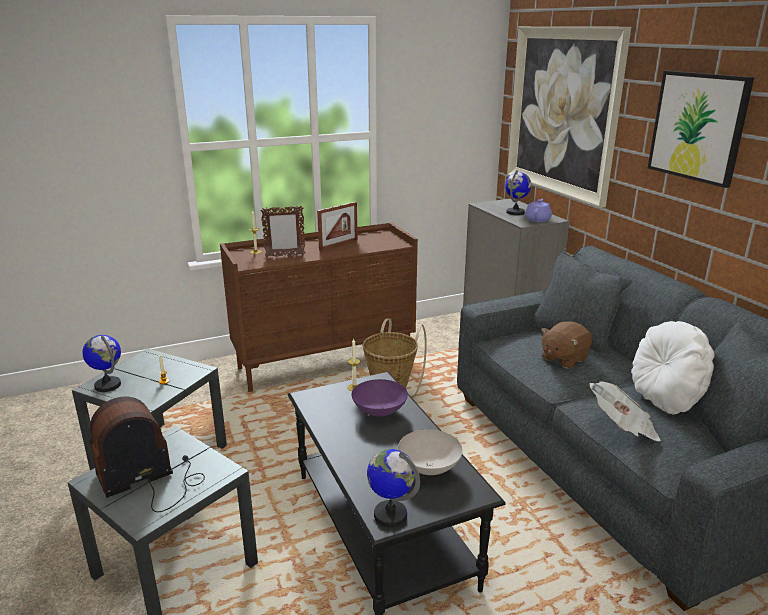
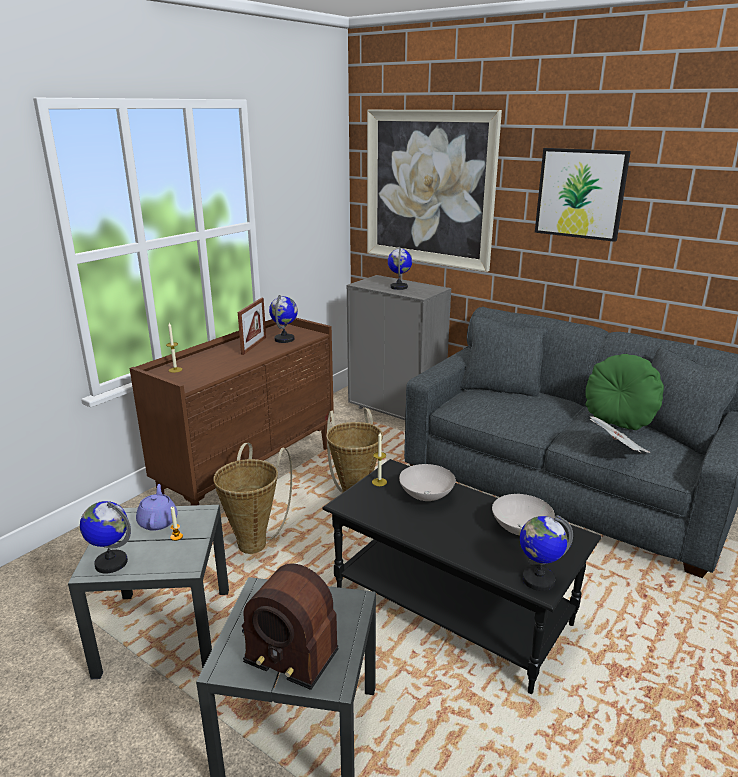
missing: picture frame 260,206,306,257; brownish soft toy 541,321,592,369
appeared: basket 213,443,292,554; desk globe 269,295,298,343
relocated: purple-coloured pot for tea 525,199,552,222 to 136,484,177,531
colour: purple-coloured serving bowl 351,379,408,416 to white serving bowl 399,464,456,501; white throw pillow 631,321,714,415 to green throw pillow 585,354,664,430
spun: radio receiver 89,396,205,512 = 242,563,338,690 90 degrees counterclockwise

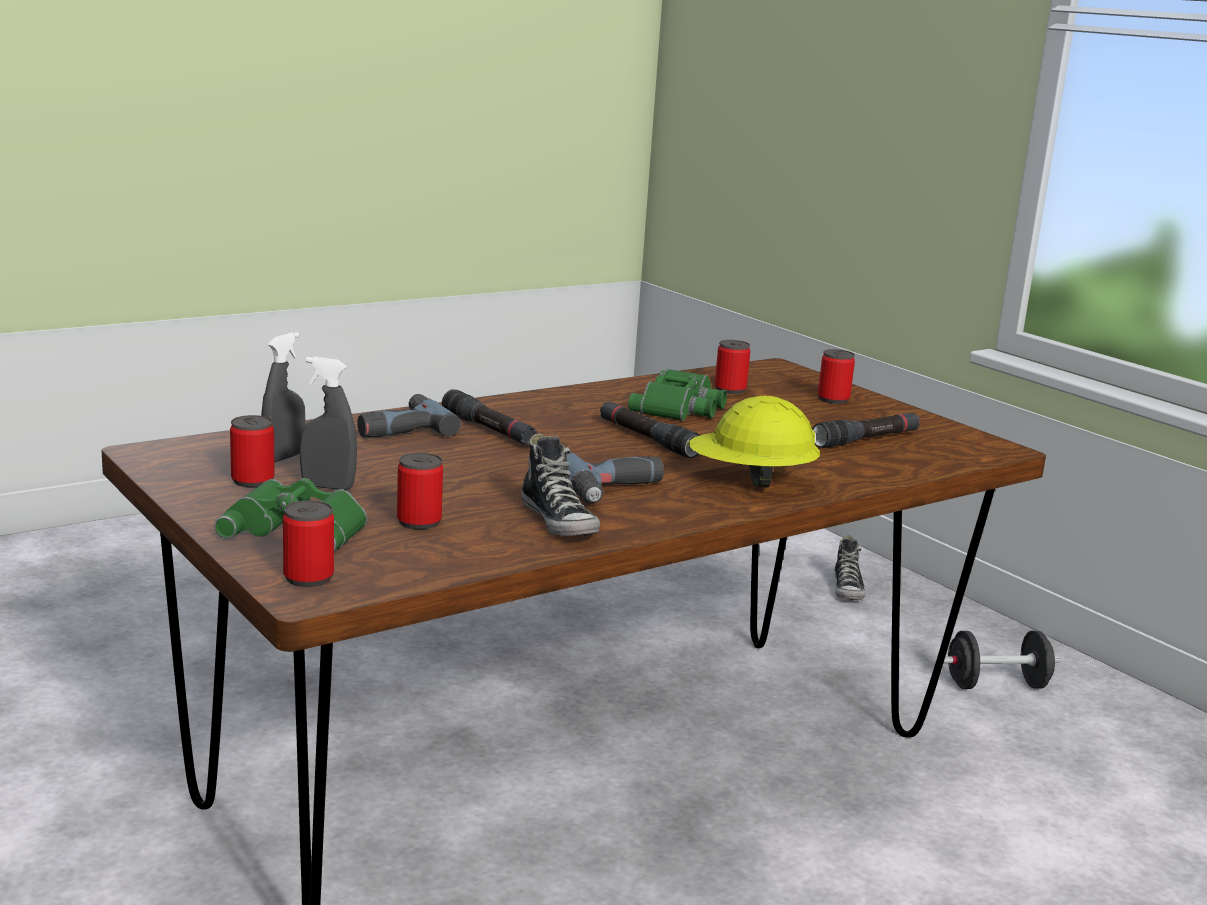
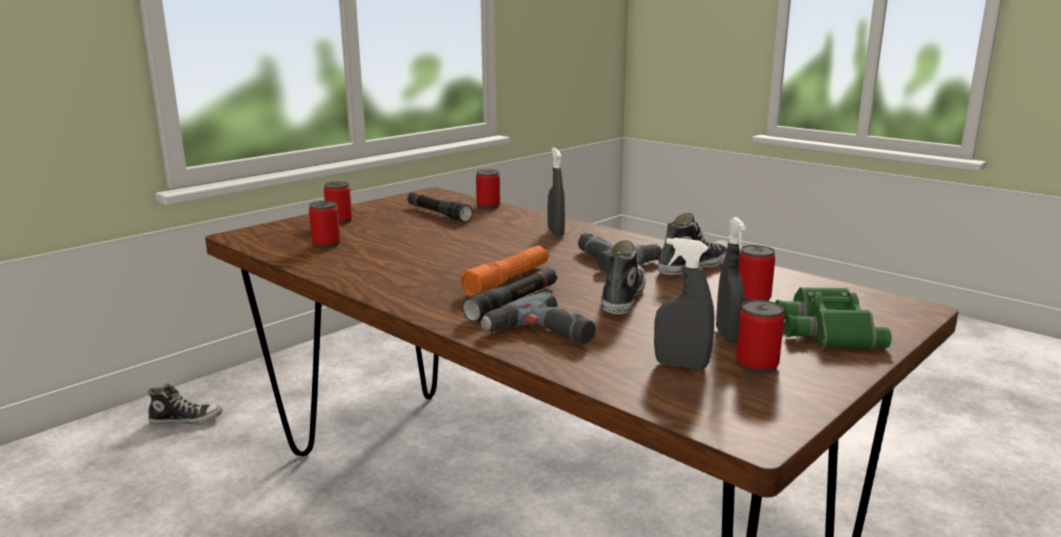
missing: black flashlight 600,402,700,458; green field glasses 628,369,727,421; black hand weight 944,631,1060,689
appeared: orange flashlight 460,246,549,296; shoe 602,240,646,314
relocated: metal can 283,500,334,587 to 476,170,500,209
exchanged: yellow work helmet 689,396,820,488 to grey spray bottle 548,148,565,237

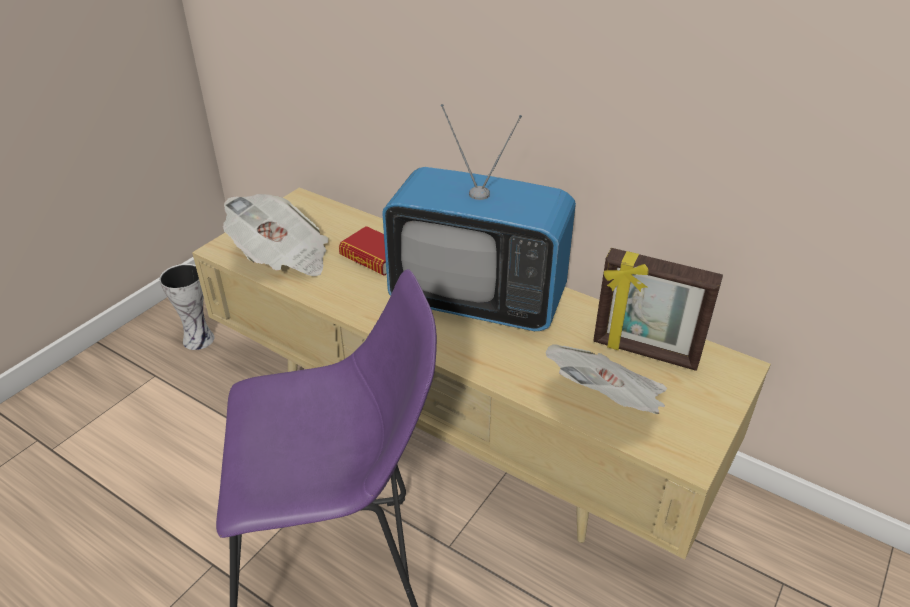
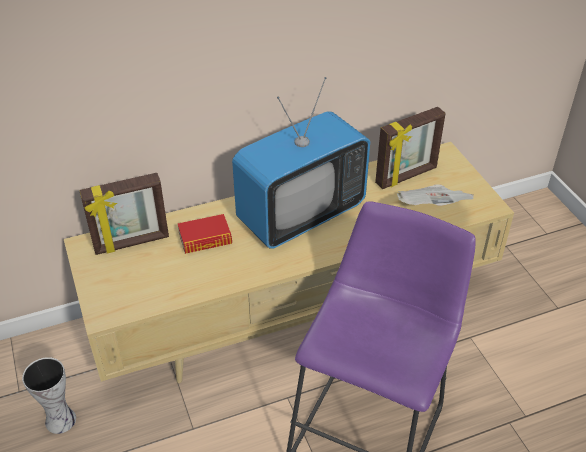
missing: printed paper 223,194,328,276
appeared: picture frame 79,173,169,255

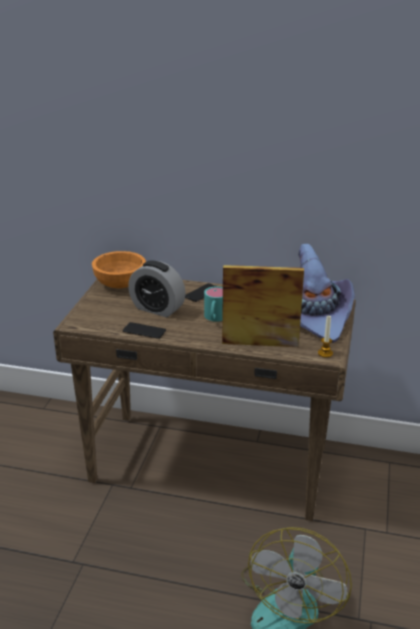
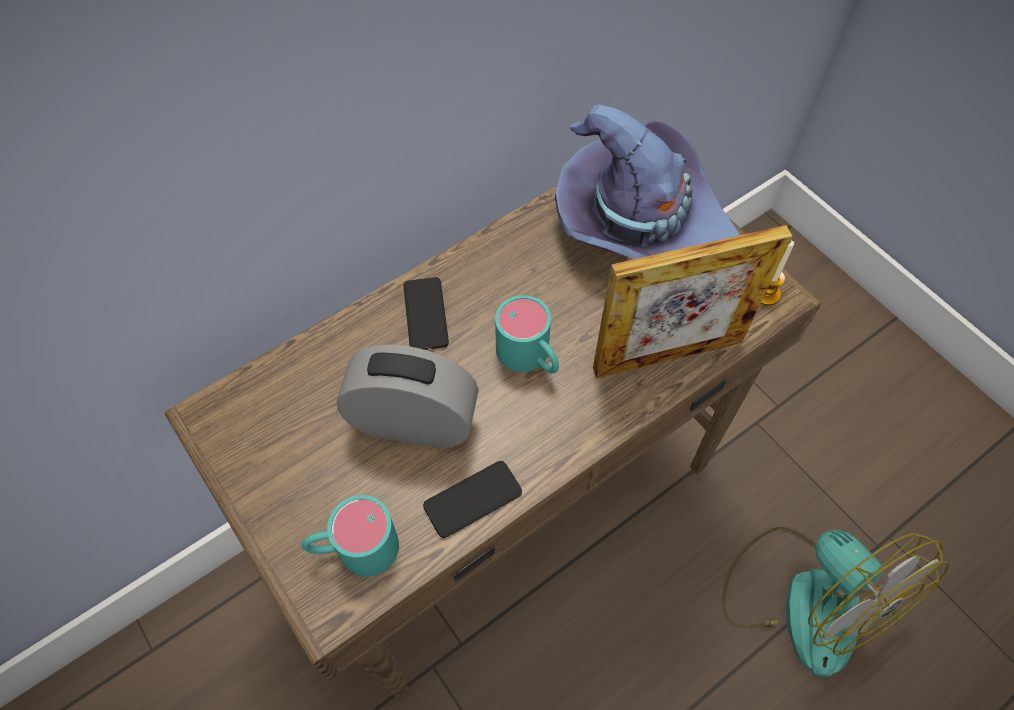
missing: orange serving bowl 92,251,146,288
appeared: blue-green tea mug 302,495,399,577
spun: alarm clock 128,261,186,317 = 337,344,479,448 150 degrees counterclockwise; picture frame 222,265,304,347 = 593,225,792,378 150 degrees counterclockwise

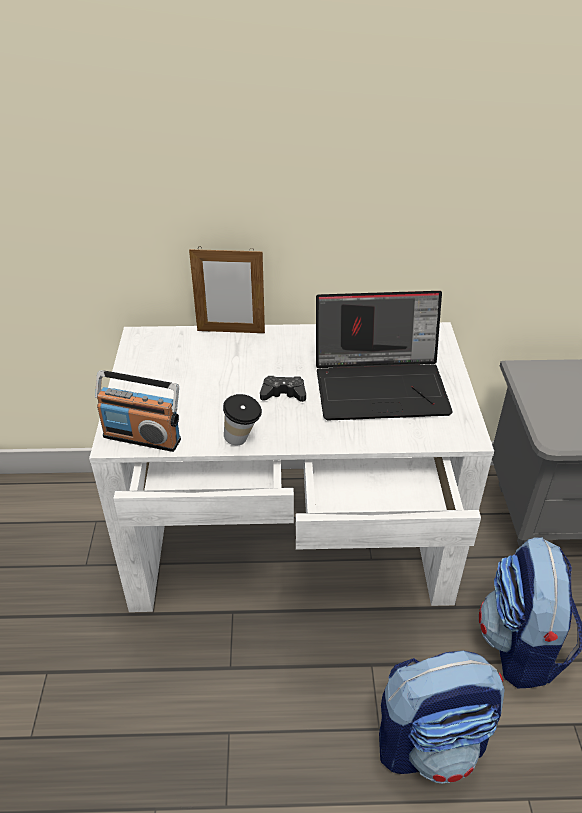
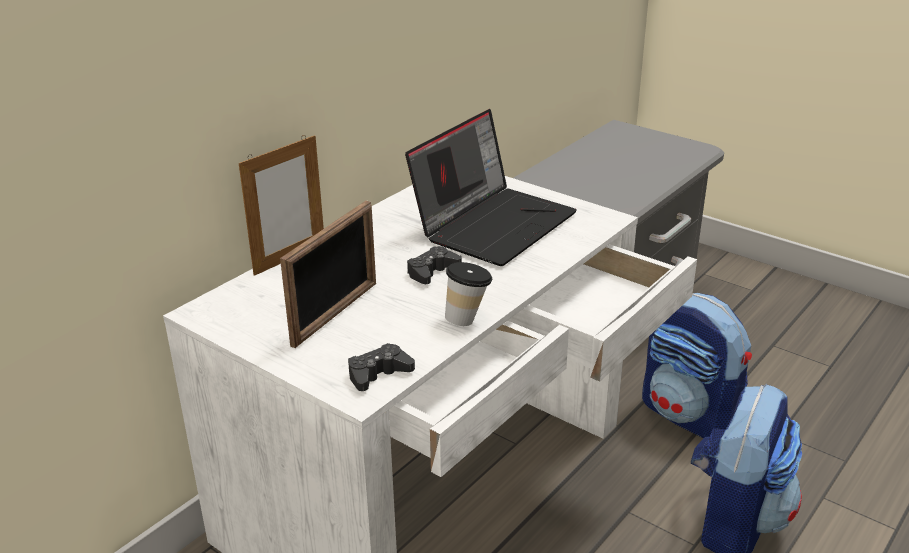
appeared: picture frame 280,200,376,348
exchanged: radio receiver 95,370,181,452 to black joypad 348,343,415,391

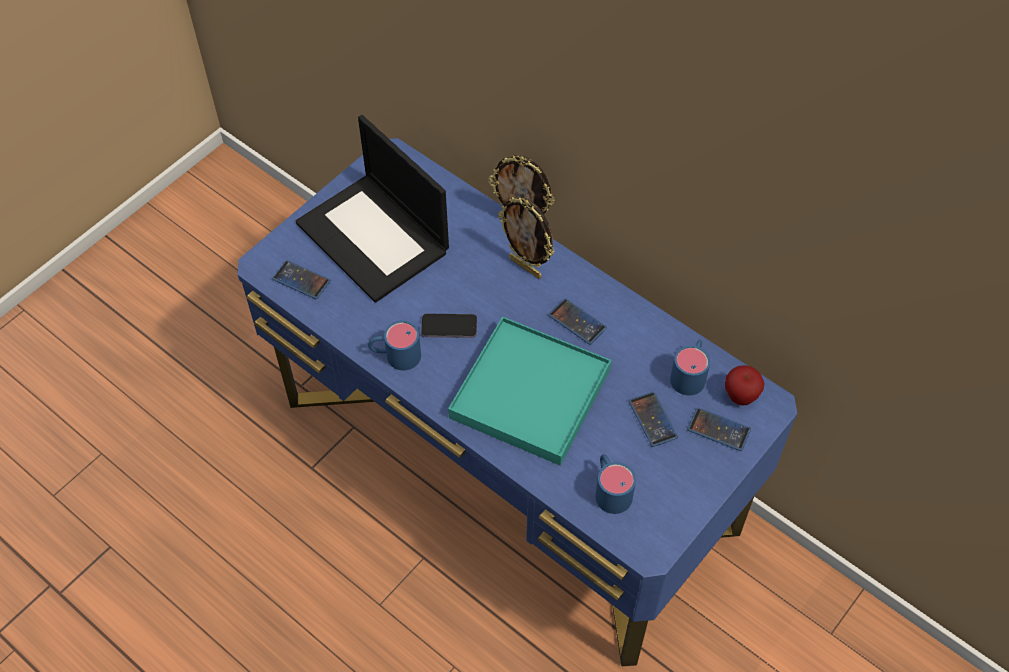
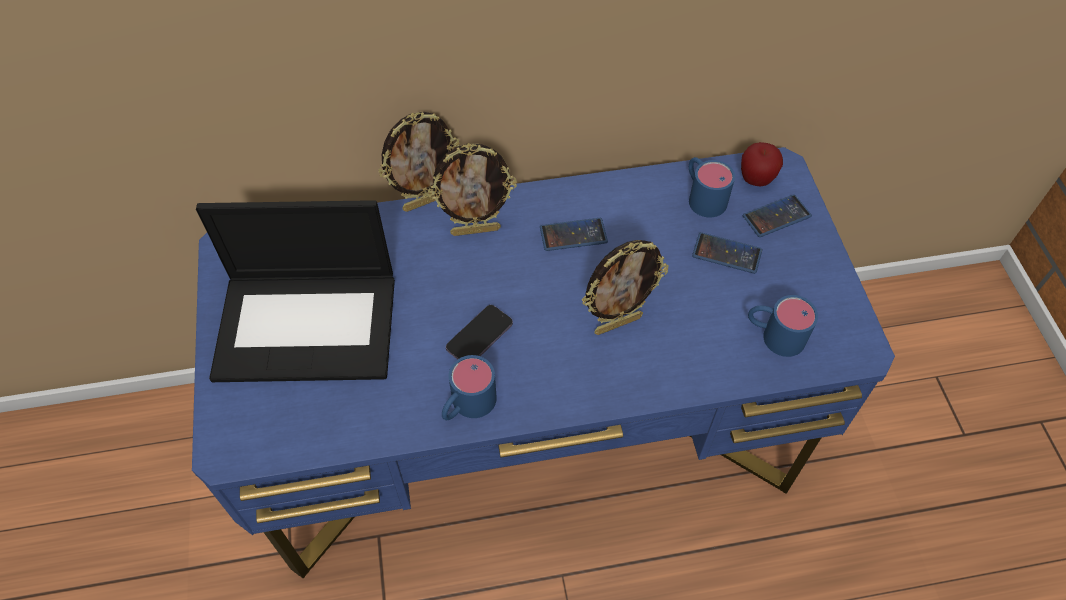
missing: phone 272,260,331,299
exchanged: blue-green carrying tray 448,317,611,466 to picture frame 582,240,669,335

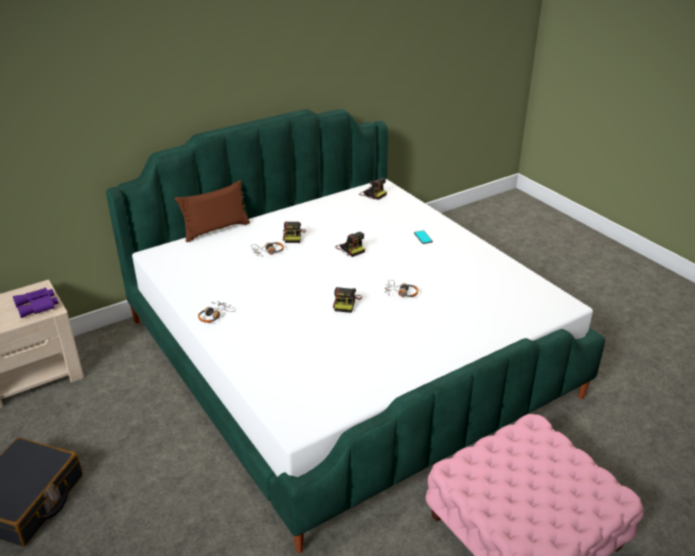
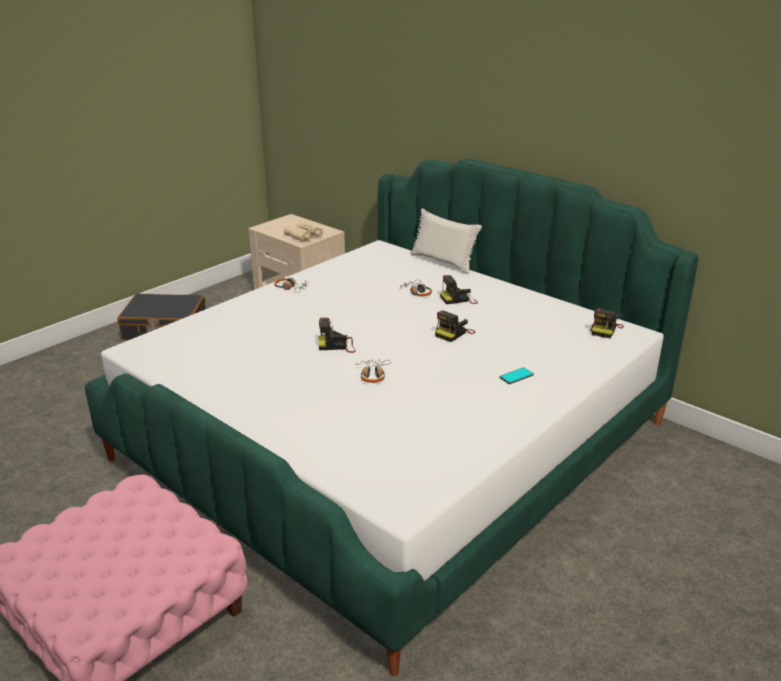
colour: purple-coloured field glasses 13,288,59,318 to sand-coloured field glasses 284,221,323,242; brownish throw pillow 175,180,250,242 to white throw pillow 410,208,482,274

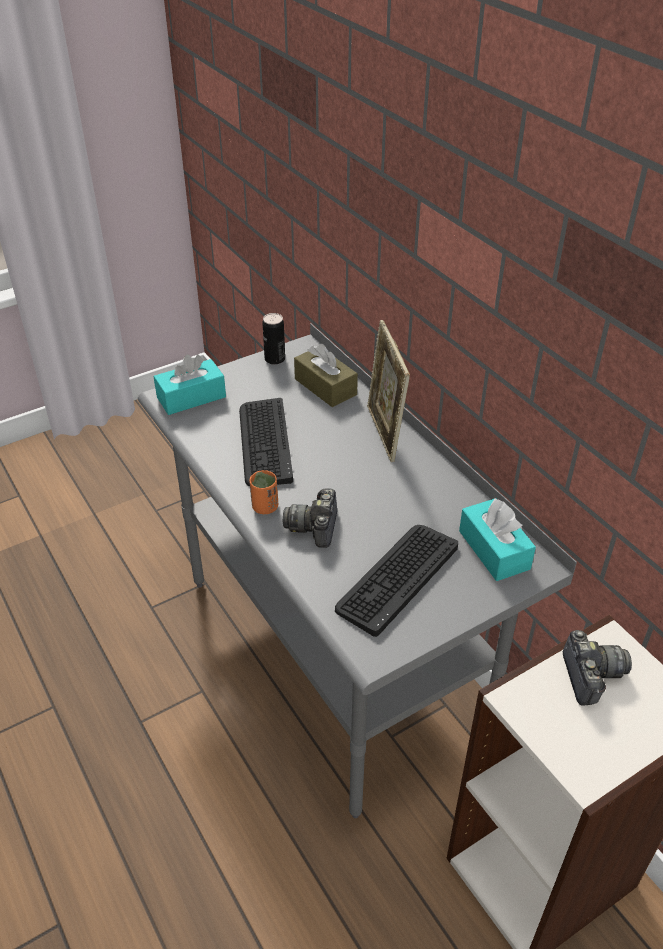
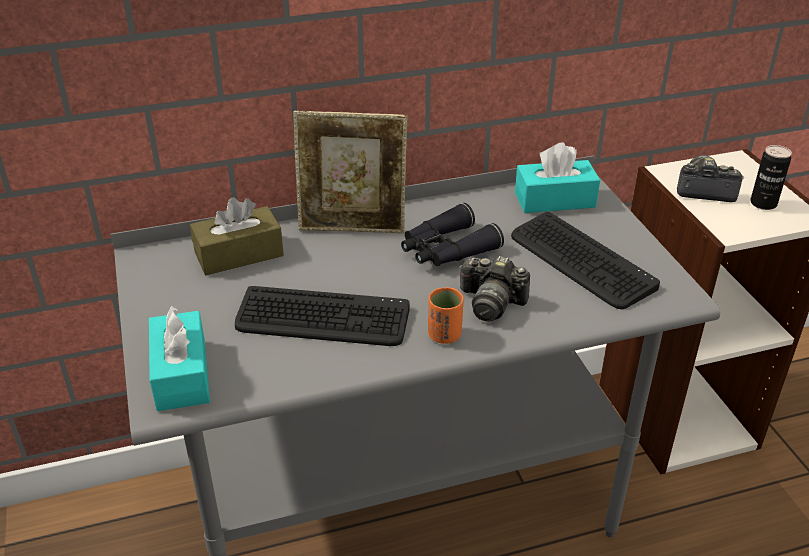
appeared: black field glasses 401,203,504,266
relocated: metal can 262,313,285,365 to 750,145,792,210

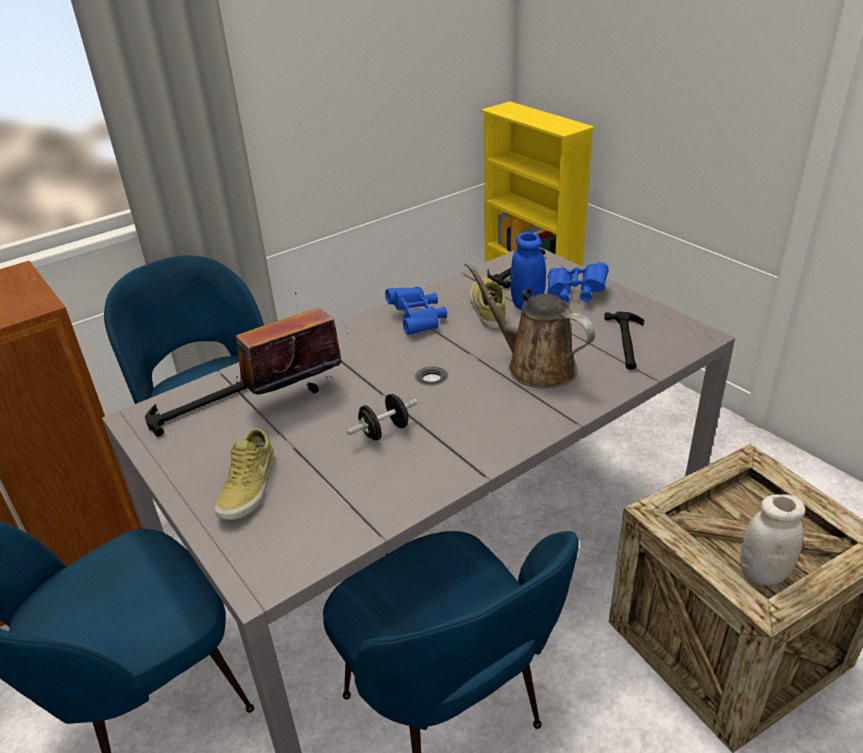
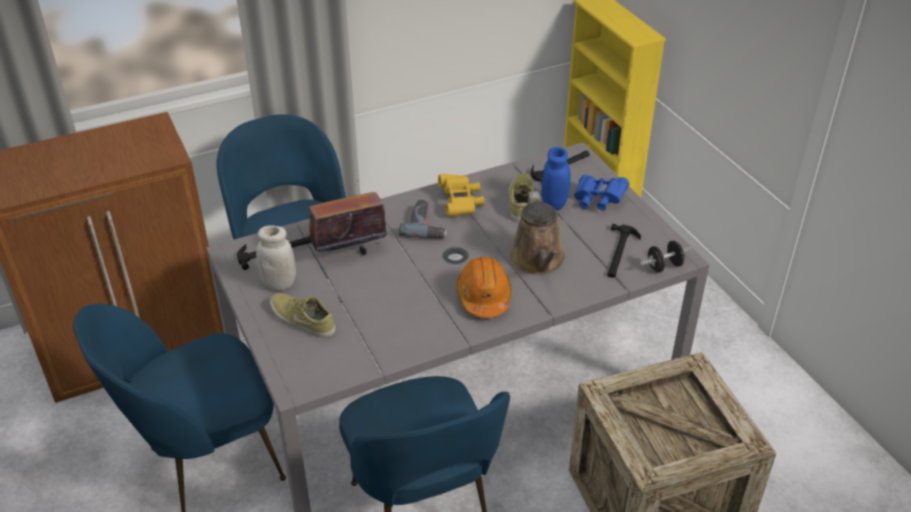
appeared: drill 399,200,448,239; orange work helmet 457,256,512,318
relocated: black hand weight 347,394,418,441 to 640,241,692,272; white storage jar 740,494,806,585 to 256,225,296,290
colour: blue-coloured field glasses 385,287,447,335 to yellow field glasses 438,174,484,216
spun: sand-coloured shoe 215,428,274,520 = 270,293,336,338 105 degrees clockwise; brownish watering can 464,262,595,388 = 510,191,564,275 150 degrees counterclockwise

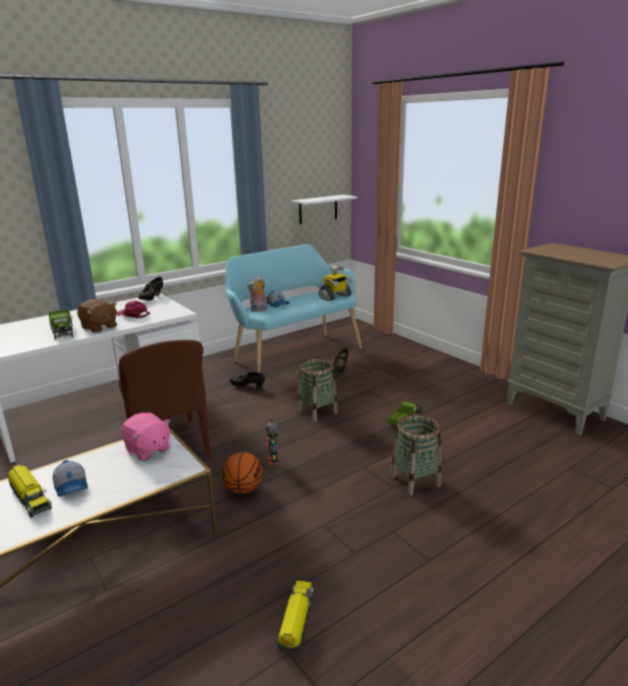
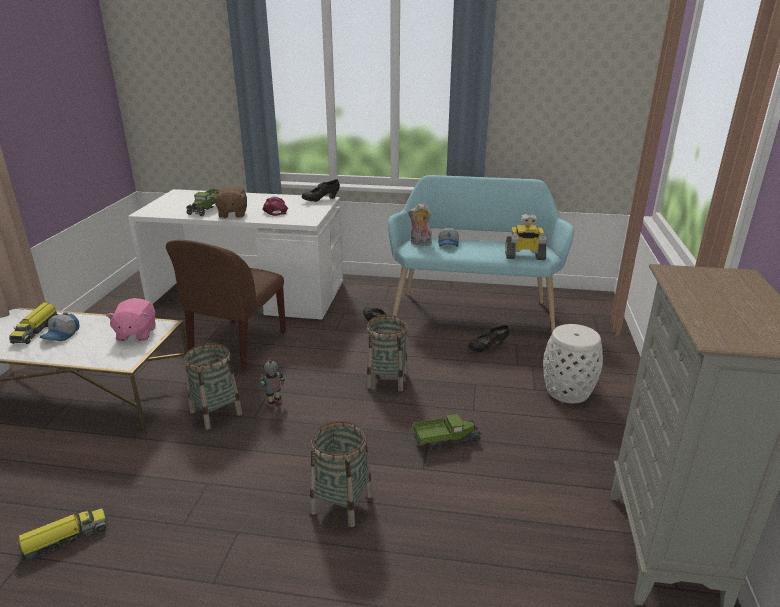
missing: white shelf 291,195,357,224
appeared: white stool seat 543,324,603,403
exchanged: ball for basketball 222,452,263,494 to basket 184,343,242,430

